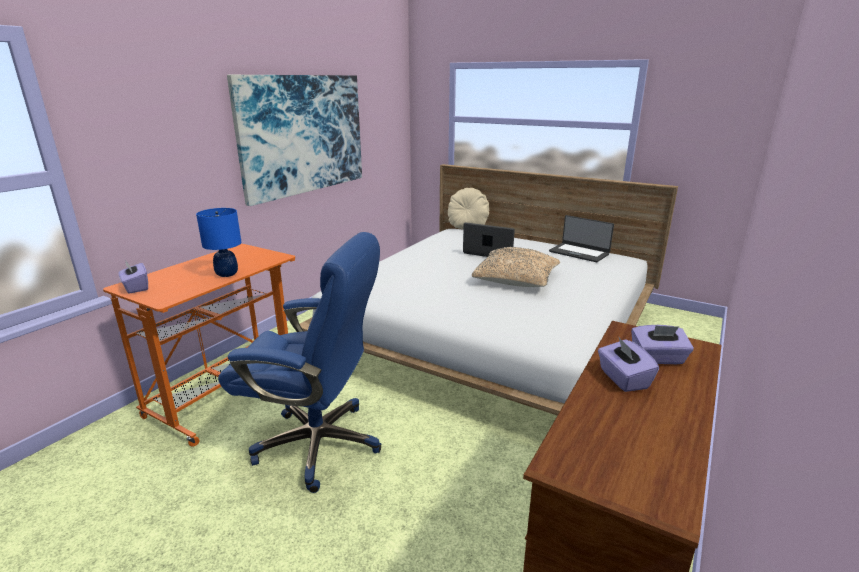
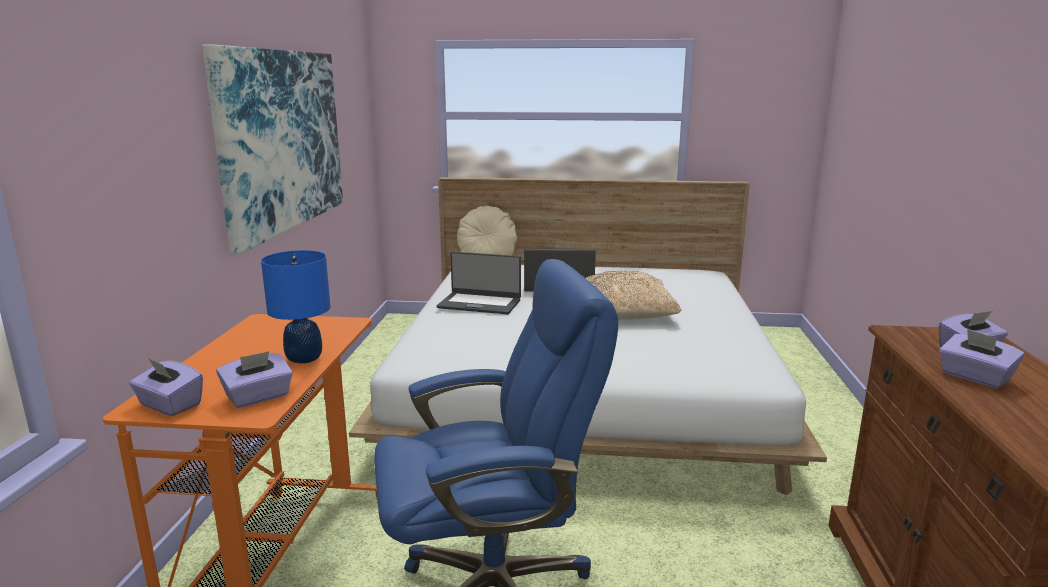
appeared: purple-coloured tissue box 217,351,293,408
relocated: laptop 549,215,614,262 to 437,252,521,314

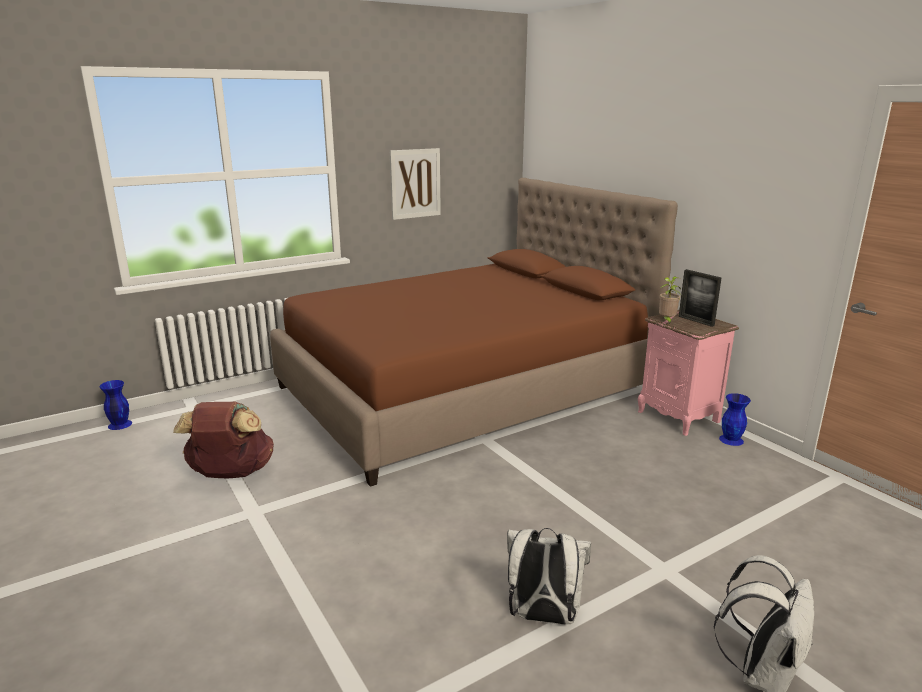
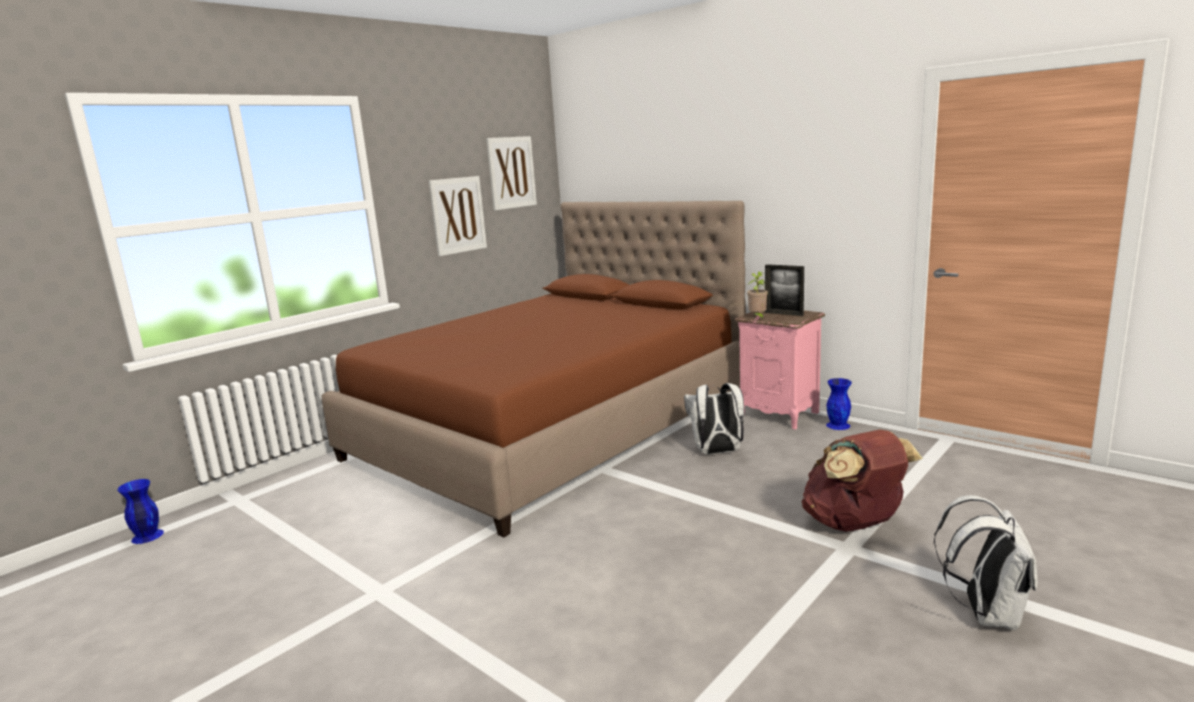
appeared: wall art 486,136,537,210
relocated: brownish backpack 173,402,274,478 to 802,430,923,532; white backpack 507,528,591,625 to 684,383,744,454

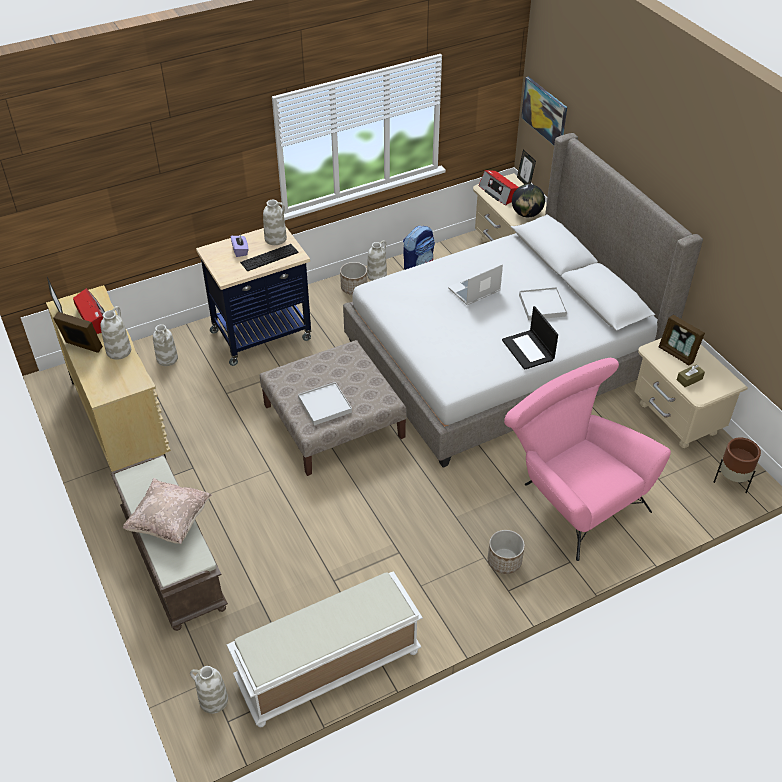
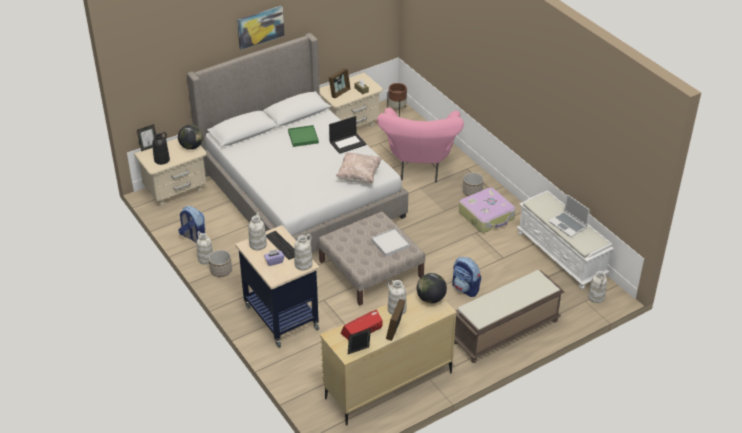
appeared: desk globe 417,273,447,303; backpack 452,257,481,297; travel case 459,187,516,233
relocated: sand-coloured throw pillow 122,478,212,544 to 336,152,382,183; white vase 153,324,178,366 to 294,234,313,271; laptop 448,264,503,305 to 548,194,590,237; wall art 521,77,567,145 to 237,6,285,50
exchanged: radio receiver 479,170,518,206 to black vase 152,132,170,165
colour: white carrying tray 519,287,567,320 to green carrying tray 288,125,319,147
spun: pinkish armchair 504,358,671,561 = 377,108,464,182 45 degrees counterclockwise

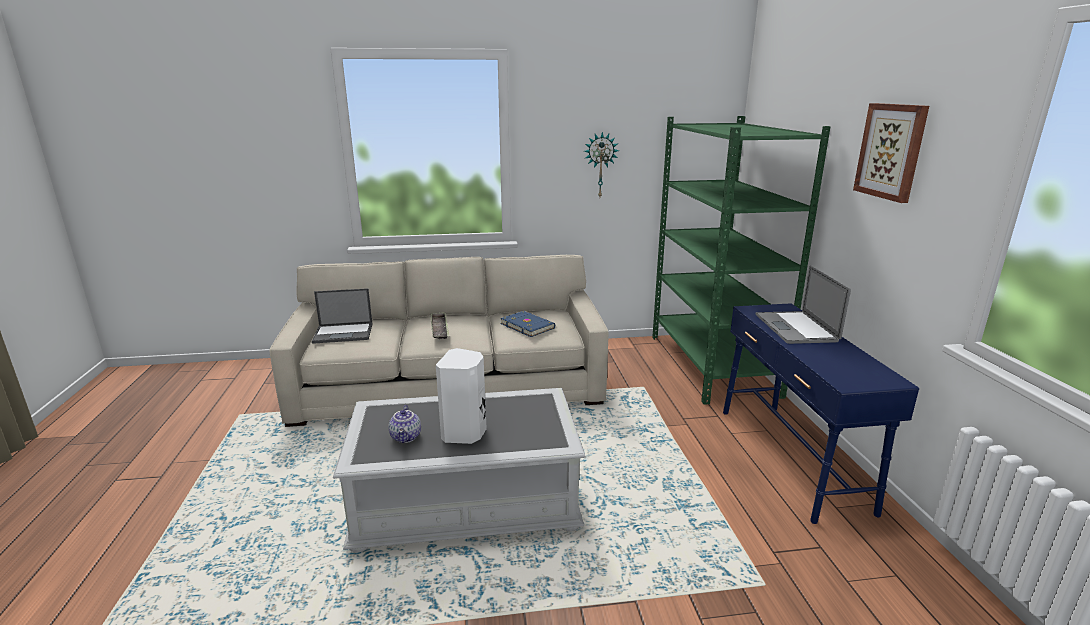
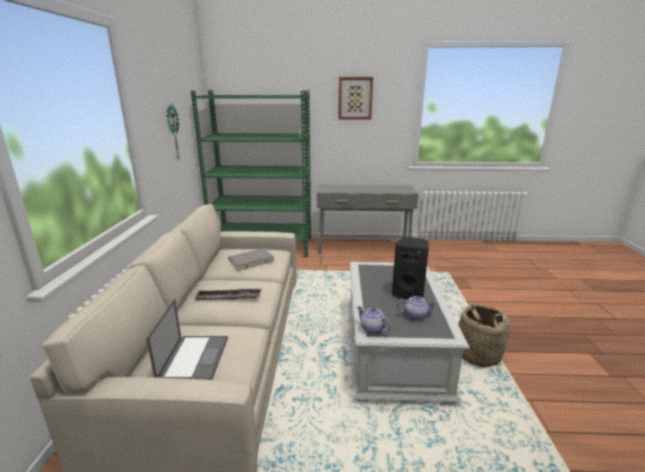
missing: laptop 755,265,851,344
appeared: pot for tea 357,306,391,334; basket 458,304,510,367
colour: white audio speaker 436,348,487,444 to black audio speaker 392,237,429,299; blue-coloured book 500,311,555,337 to grey book 228,248,274,270; blue-coloured console table 723,303,919,524 to grey console table 317,185,419,254

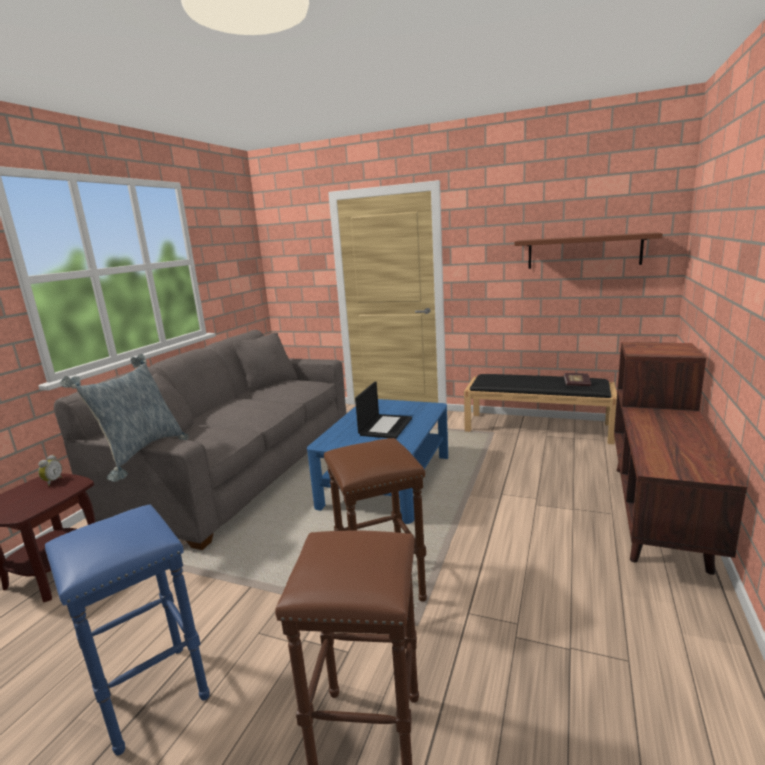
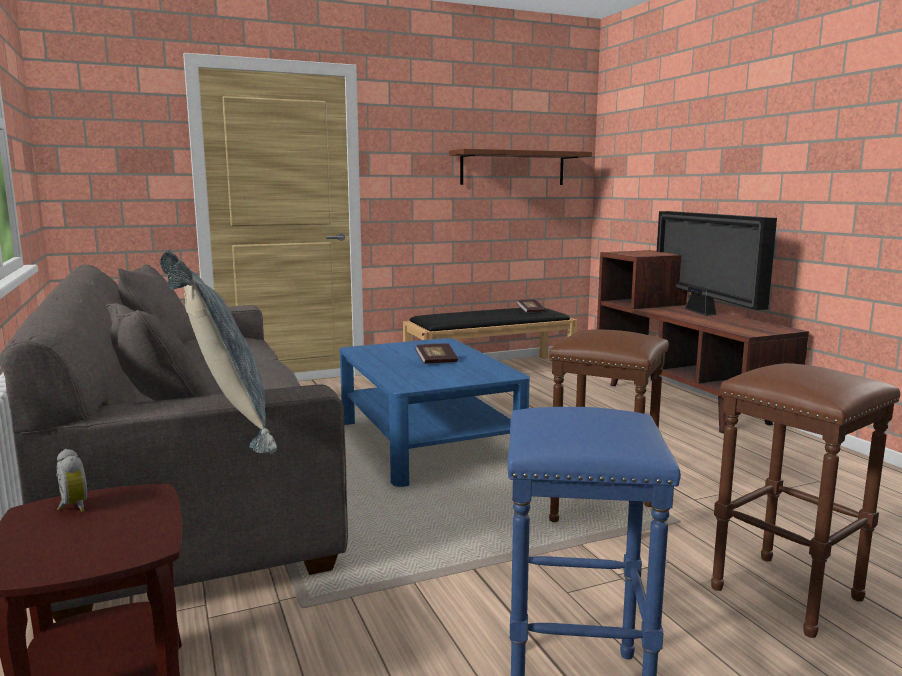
appeared: TV 657,211,777,316
exchanged: laptop 355,381,412,439 to book 415,344,458,364

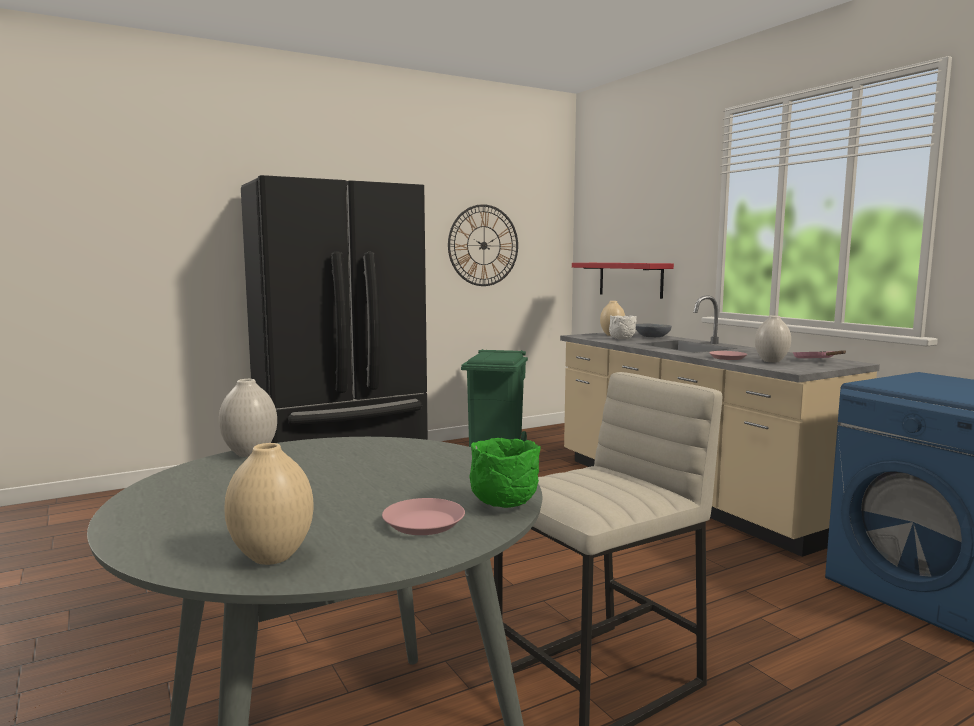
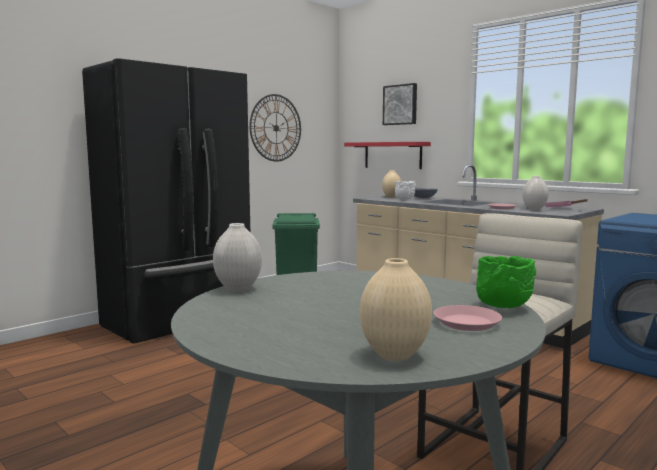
appeared: wall art 383,83,417,125

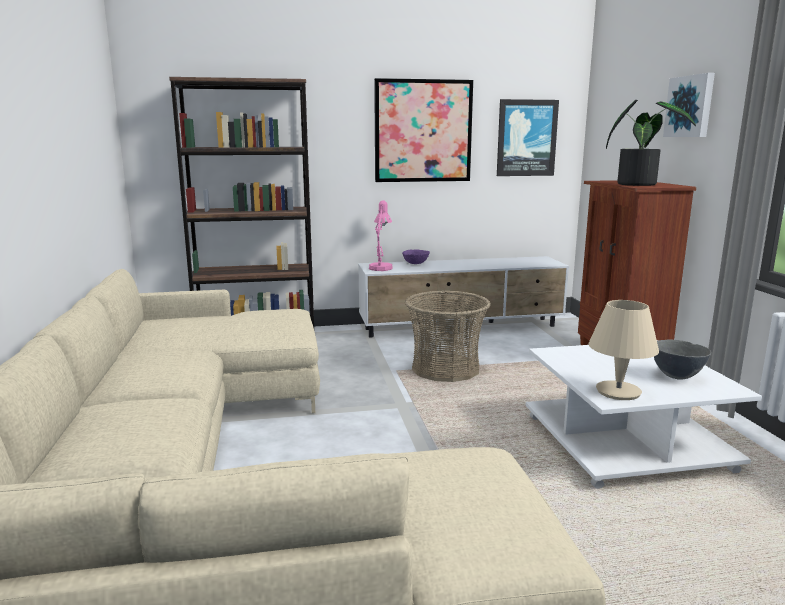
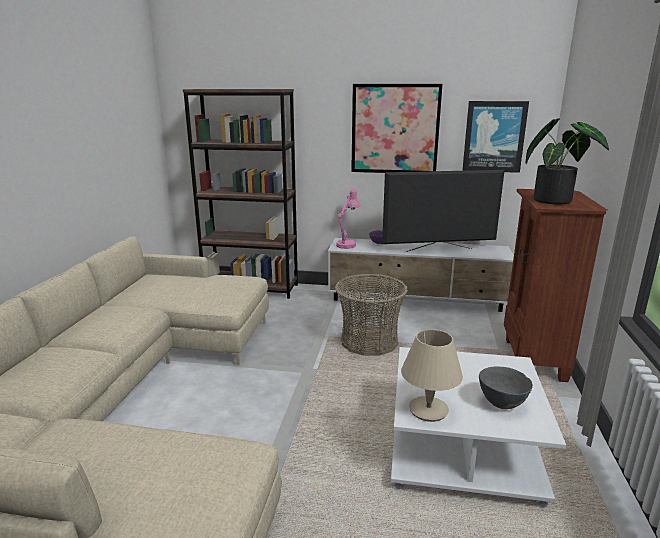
missing: wall art 663,73,715,137
appeared: TV 382,170,505,252

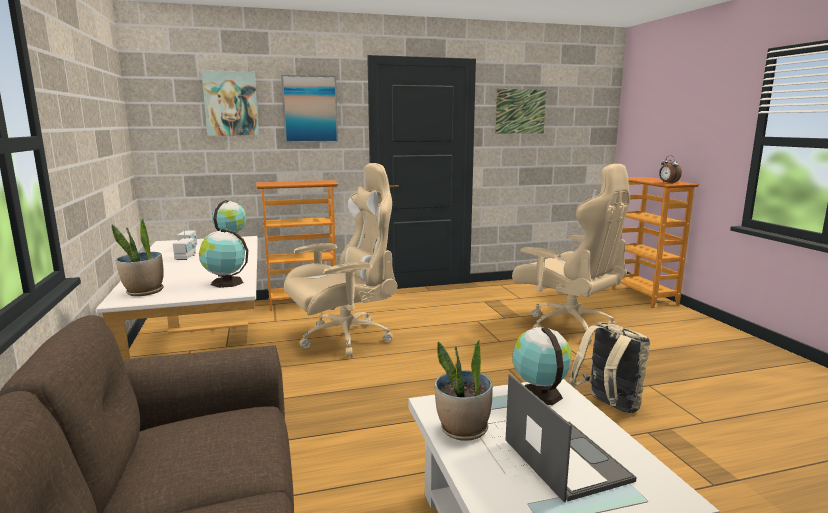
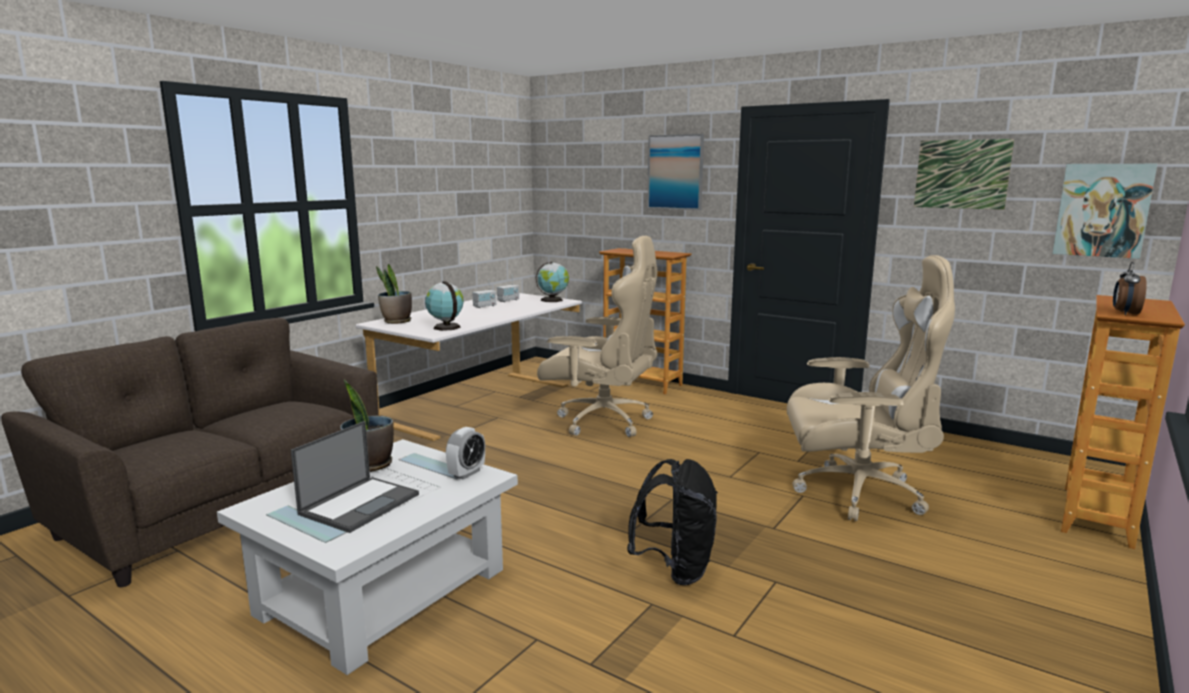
relocated: wall art 201,70,259,136 to 1053,164,1157,259
exchanged: desk globe 512,327,571,405 to alarm clock 446,427,485,480
colour: sand-coloured backpack 569,322,650,414 to black backpack 627,459,718,585
spun: sand-coloured computer chair 512,164,630,343 = 787,255,955,521 90 degrees counterclockwise

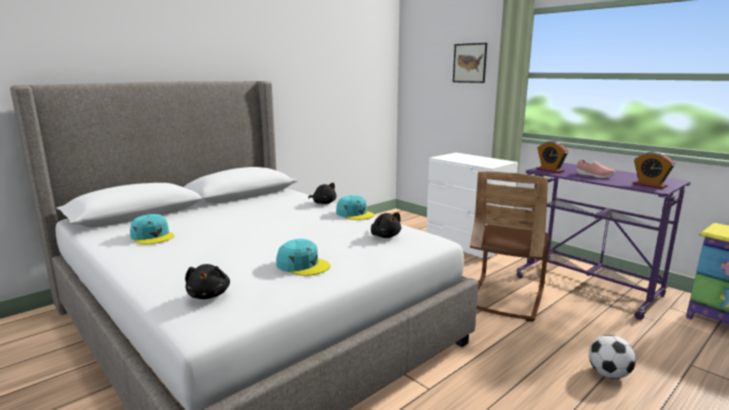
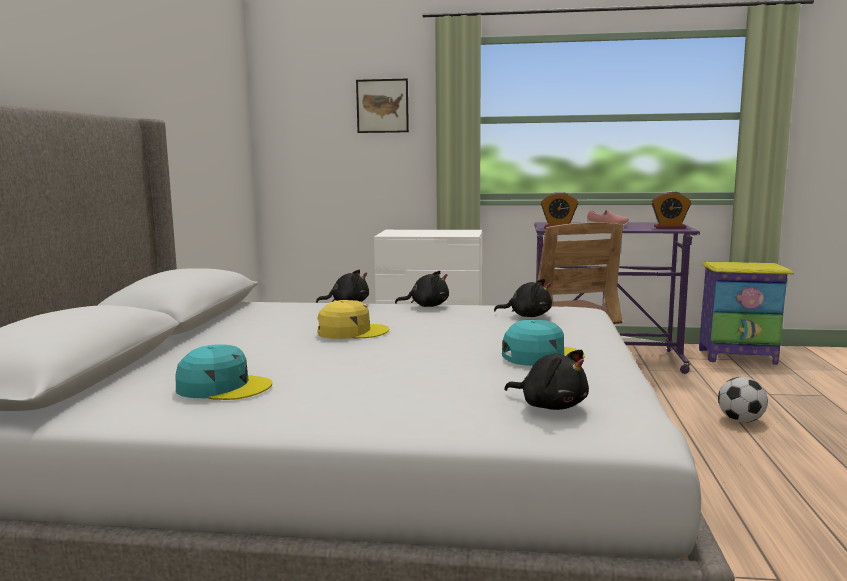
appeared: yellow peaked cap 317,300,389,339
exchanged: blue-green peaked cap 336,195,375,220 to black soft toy 395,271,449,307

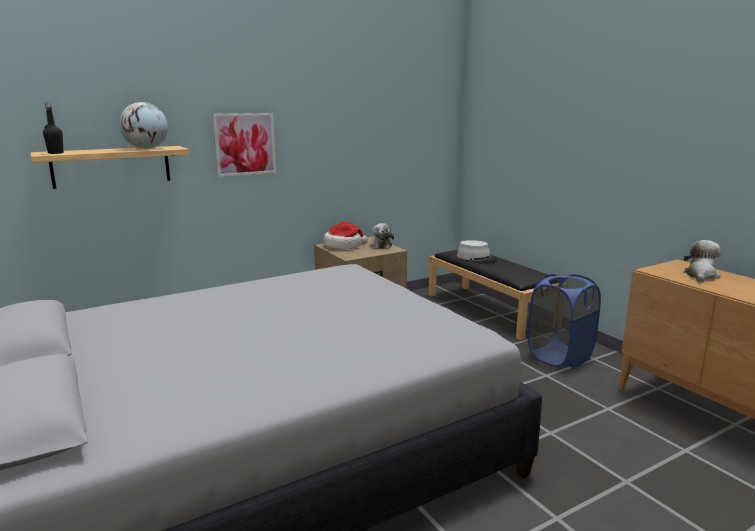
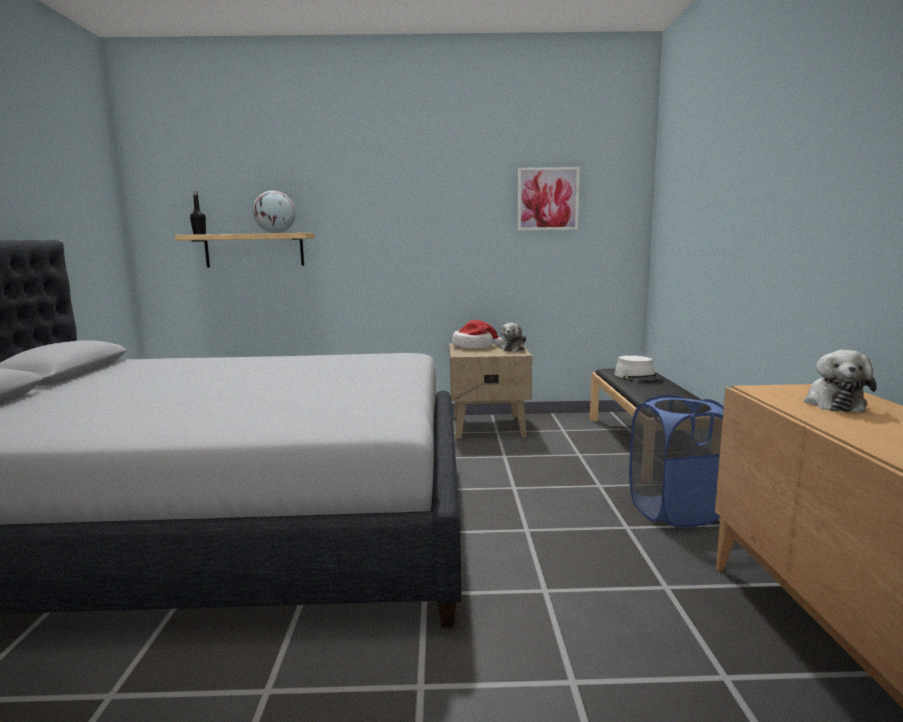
relocated: wall art 212,113,276,177 to 518,167,580,231
spun: soft toy 684,240,721,282 = 804,350,877,413 135 degrees clockwise

